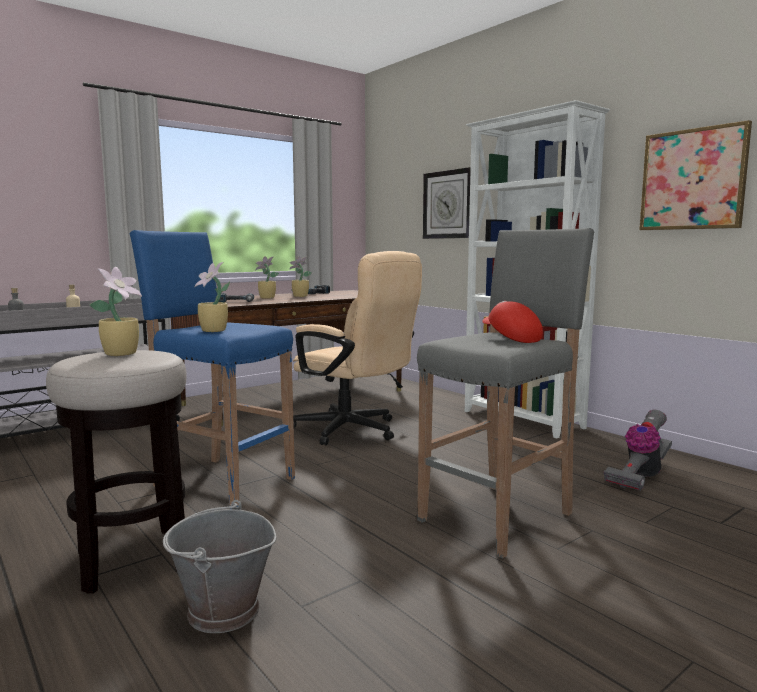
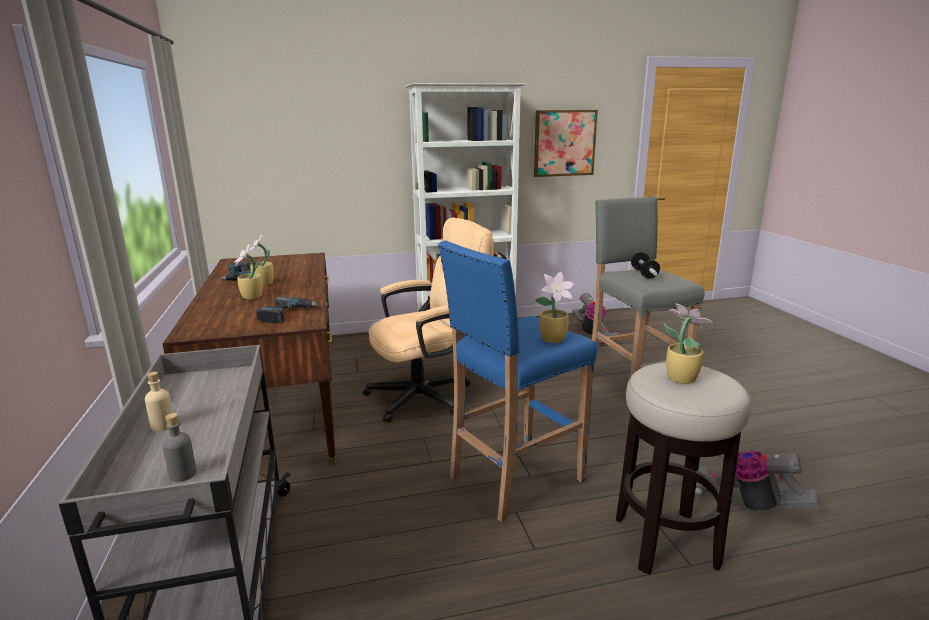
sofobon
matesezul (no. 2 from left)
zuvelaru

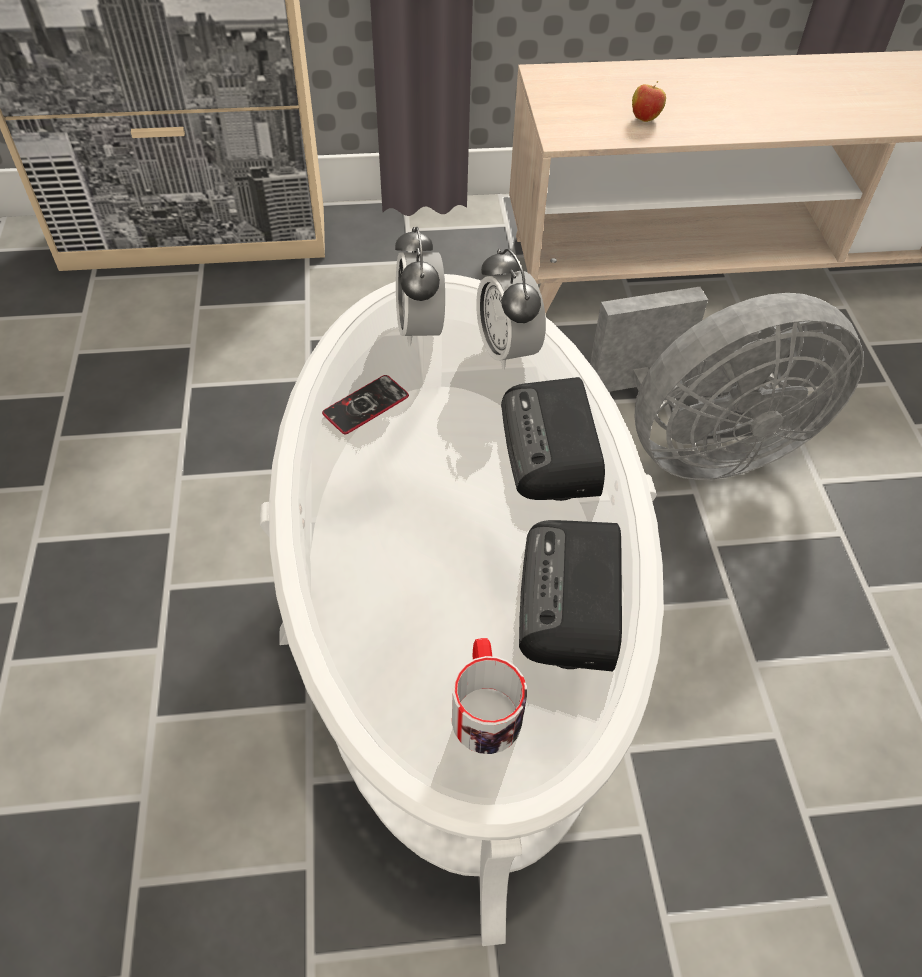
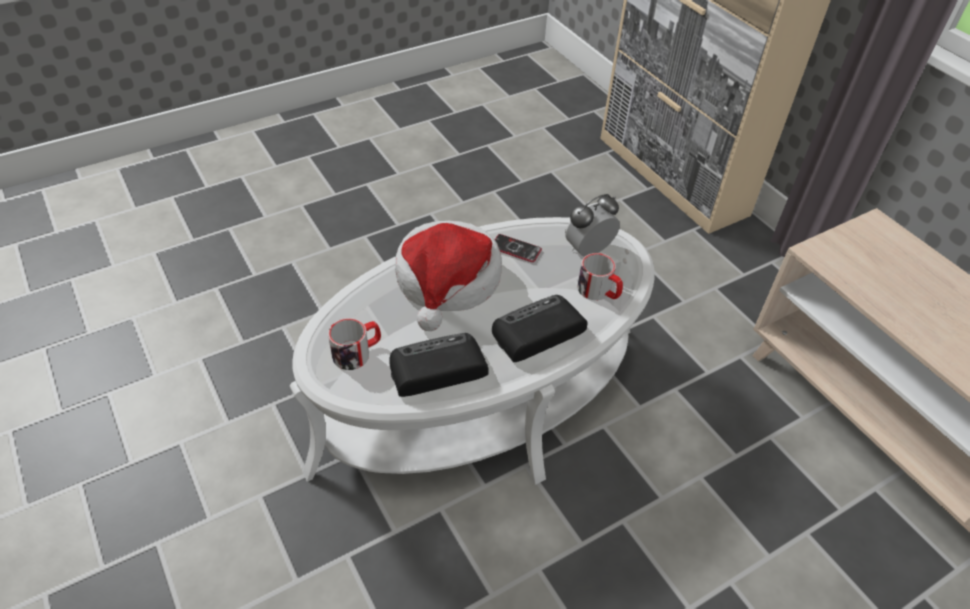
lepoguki
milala (no. 2 from left)
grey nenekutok
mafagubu

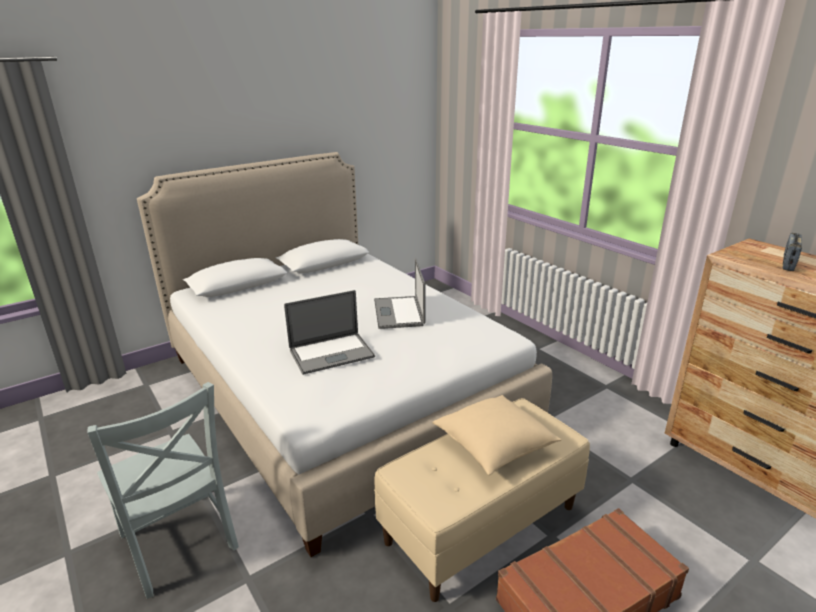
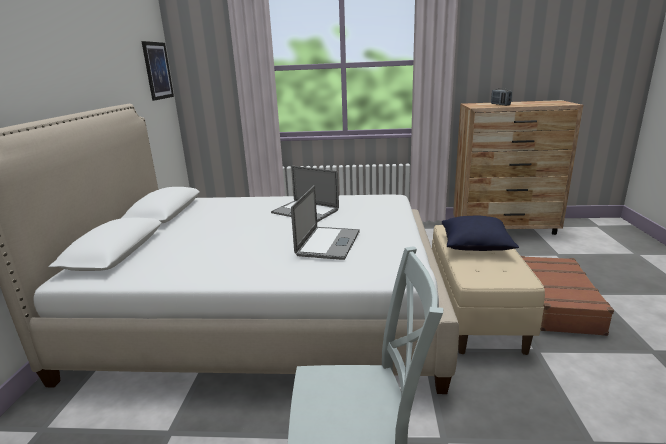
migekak
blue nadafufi

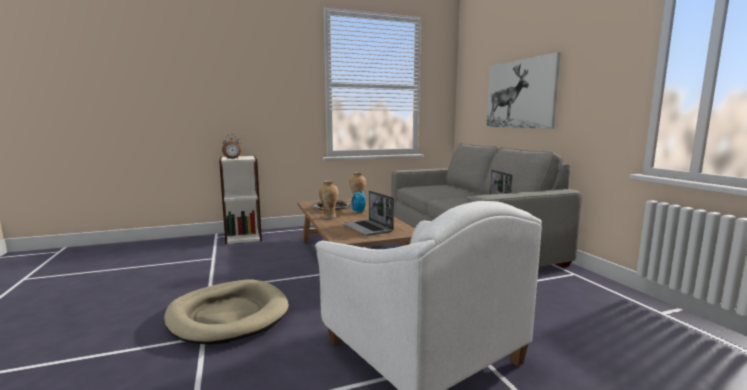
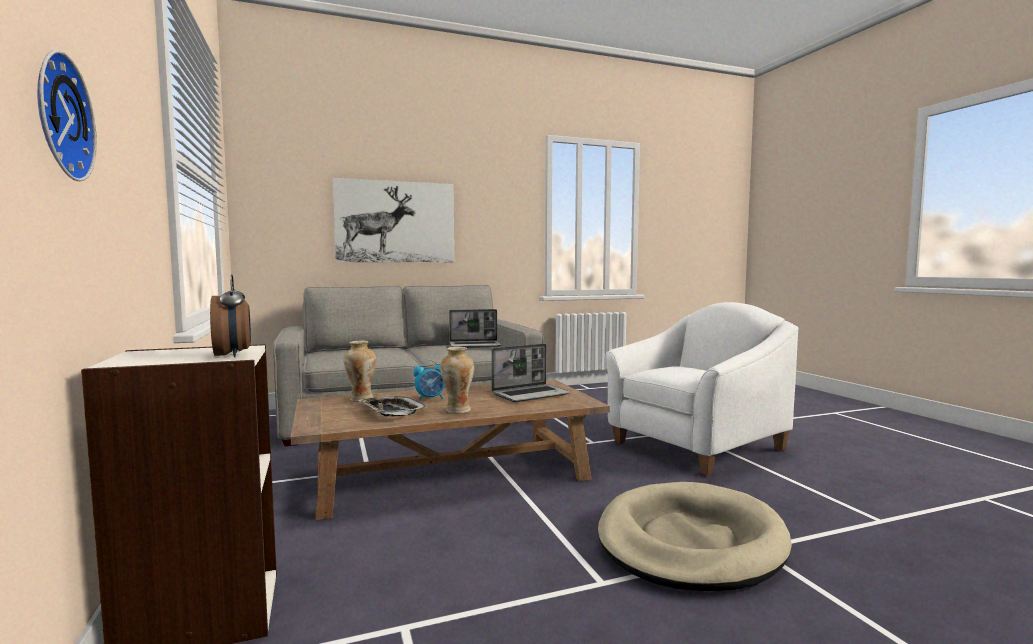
zuvelaru

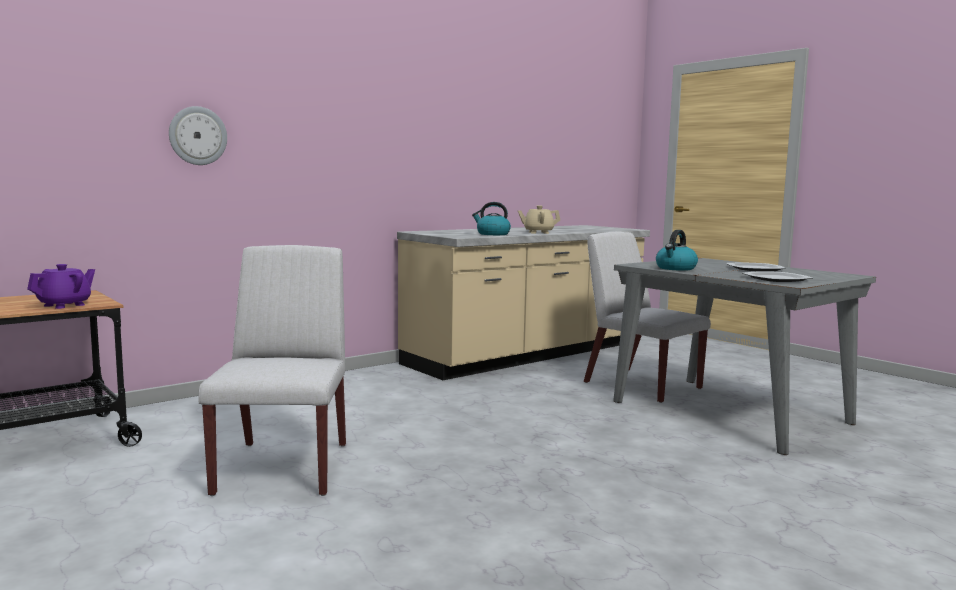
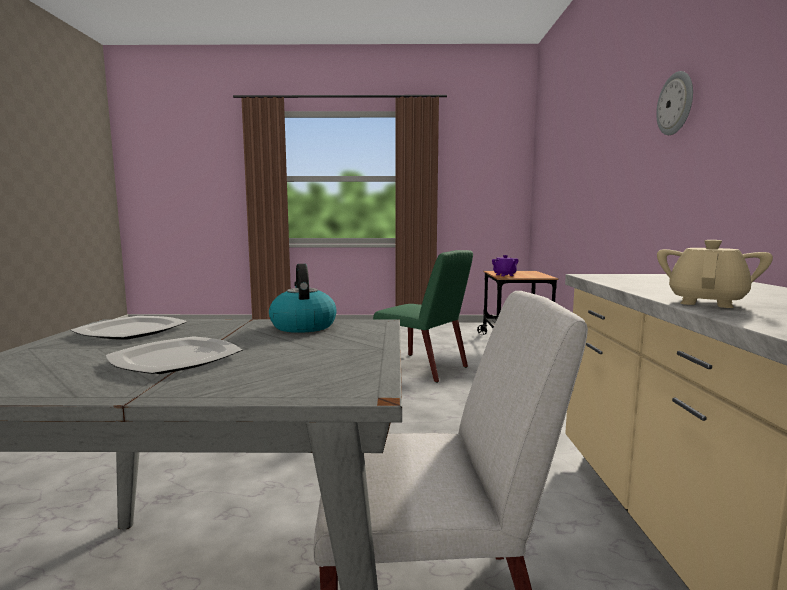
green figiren
zuvelaru
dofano (no. 1 from left in the first image)

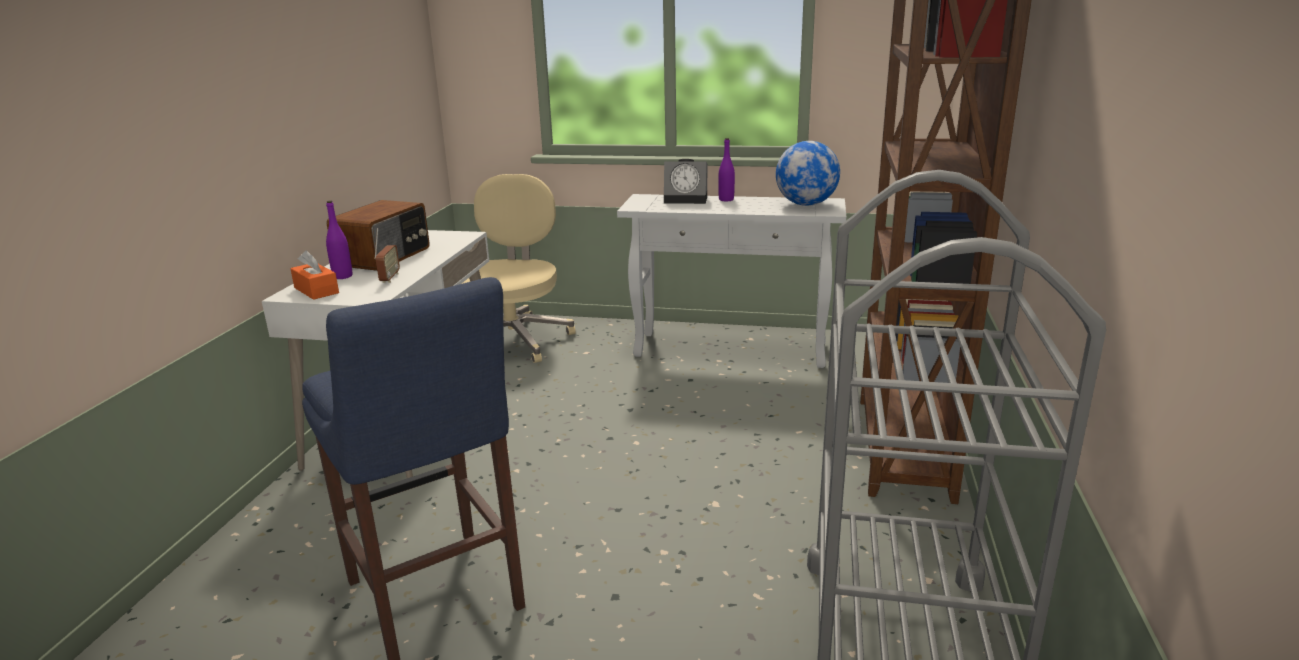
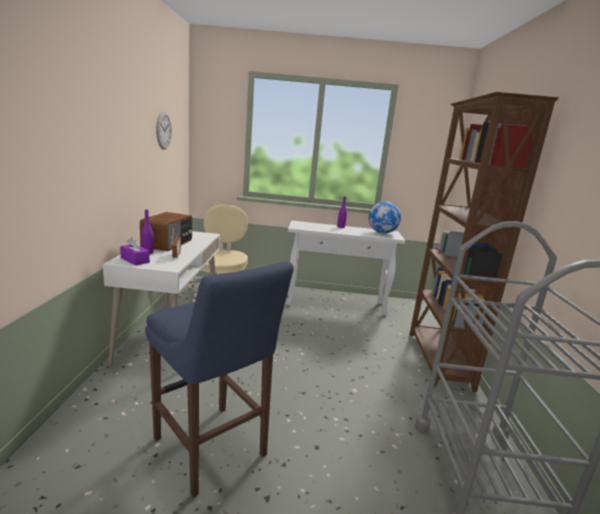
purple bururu
zuvelaru
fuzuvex

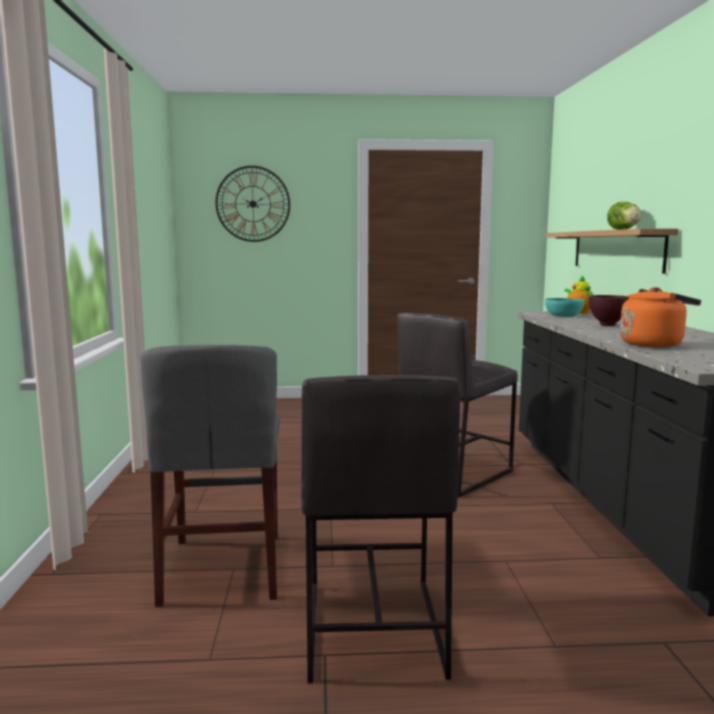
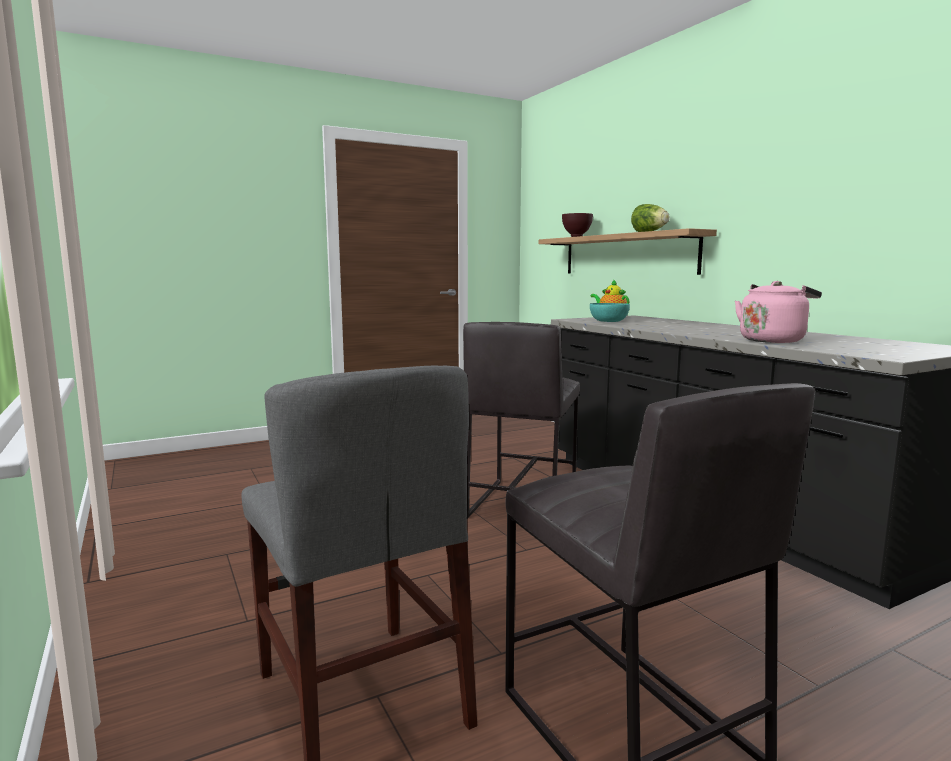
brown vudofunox
pink dofano
zuvelaru

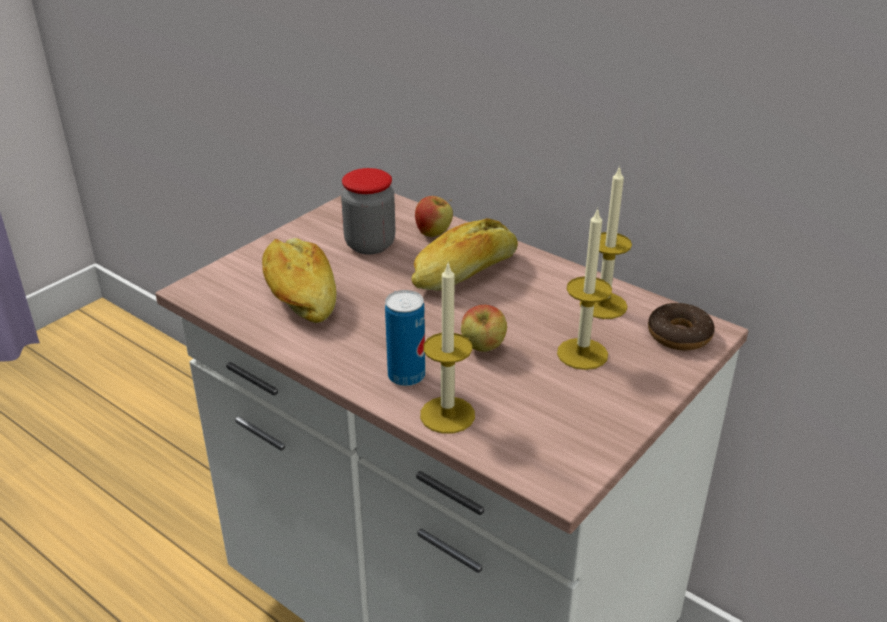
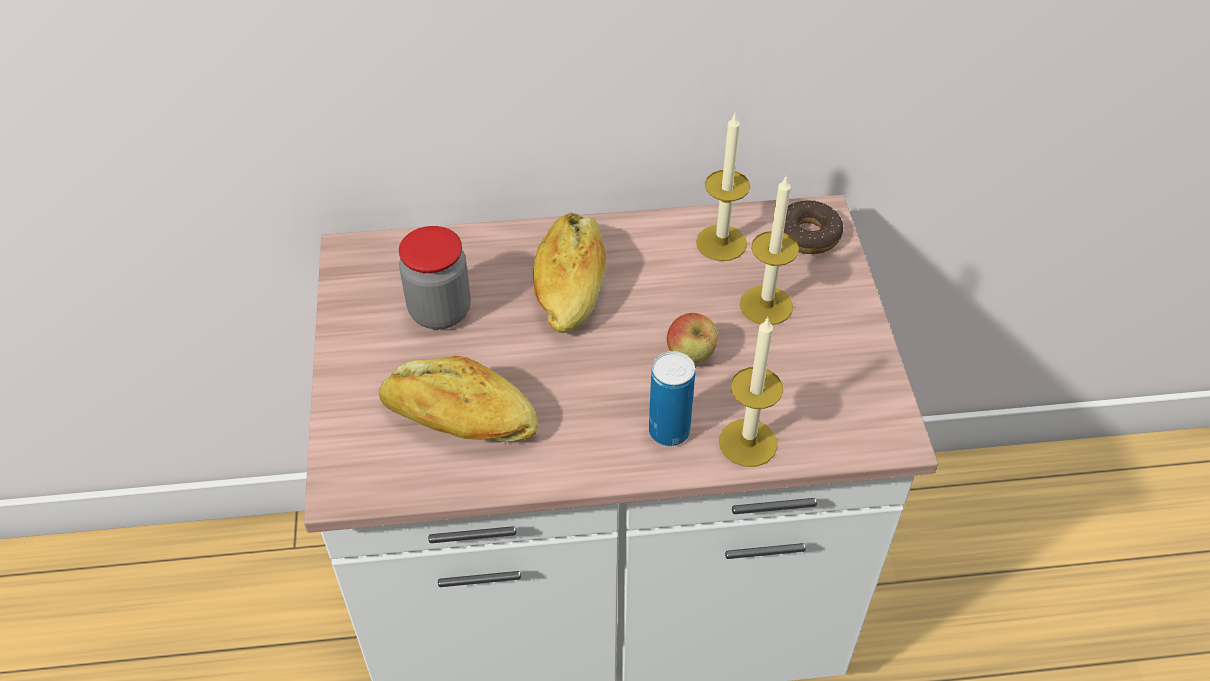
mafagubu (no. 1 from left in the first image)

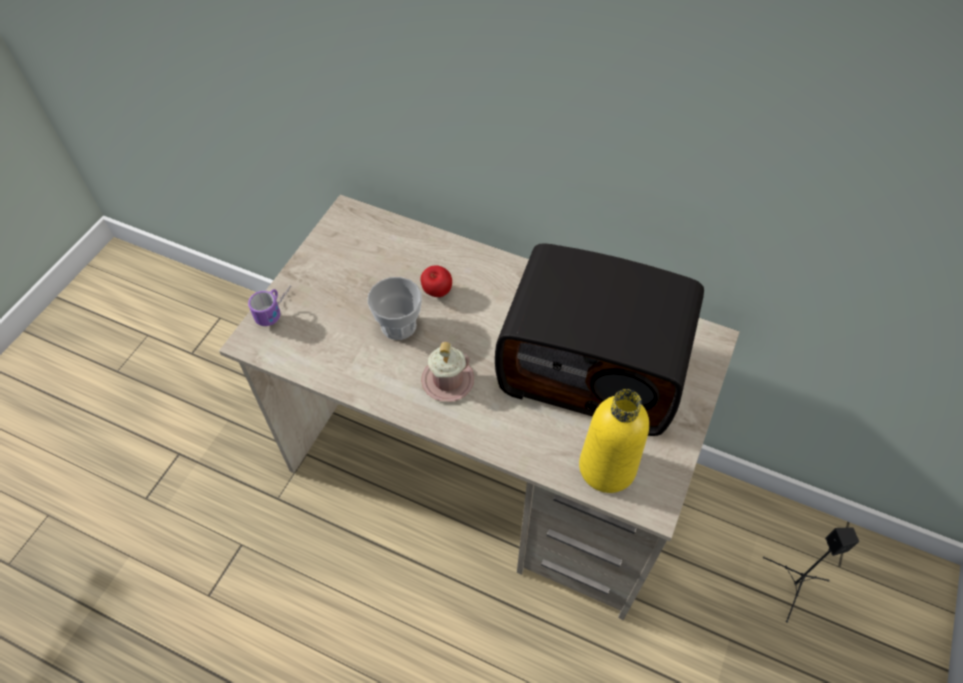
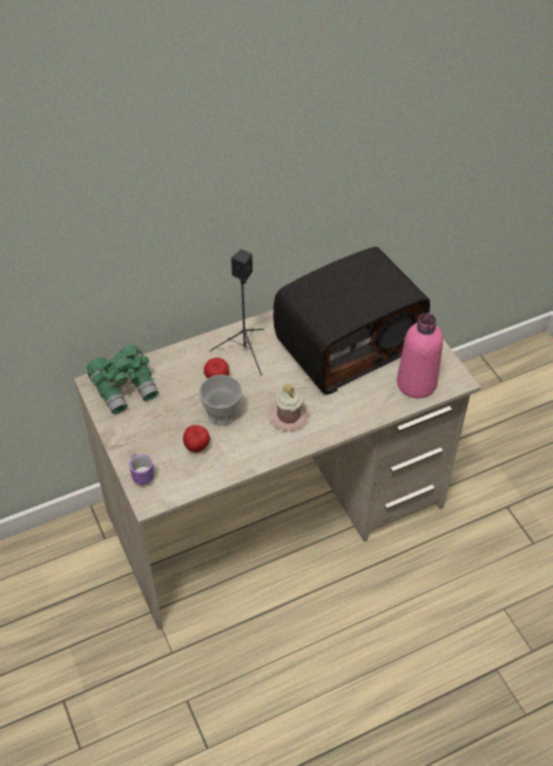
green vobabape
mafagubu (no. 1 from left)
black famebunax
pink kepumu

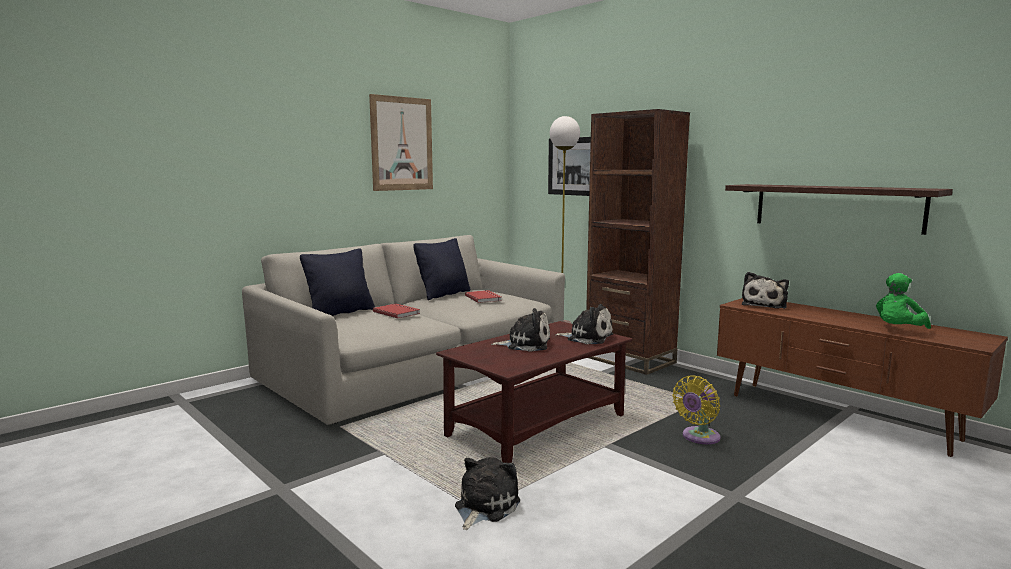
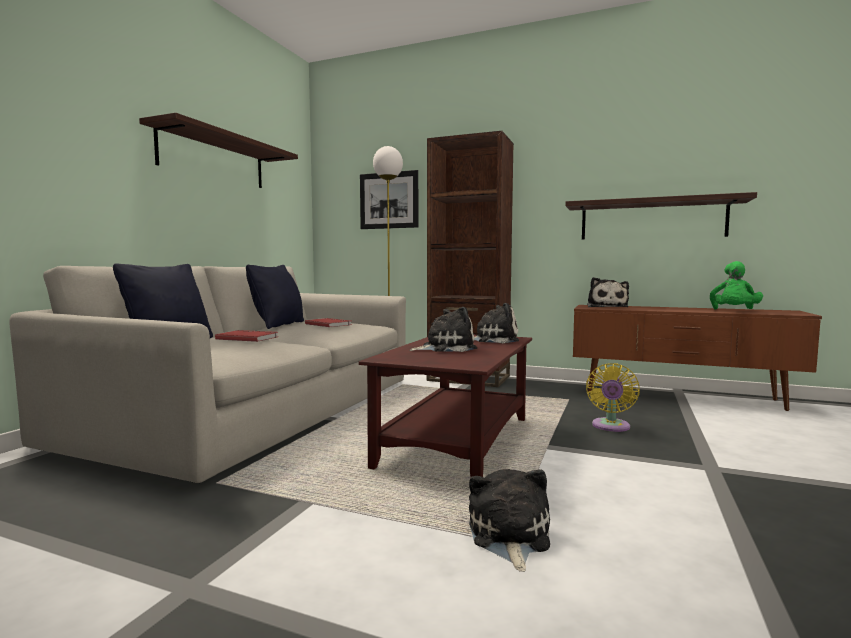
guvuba (no. 1 from left)

